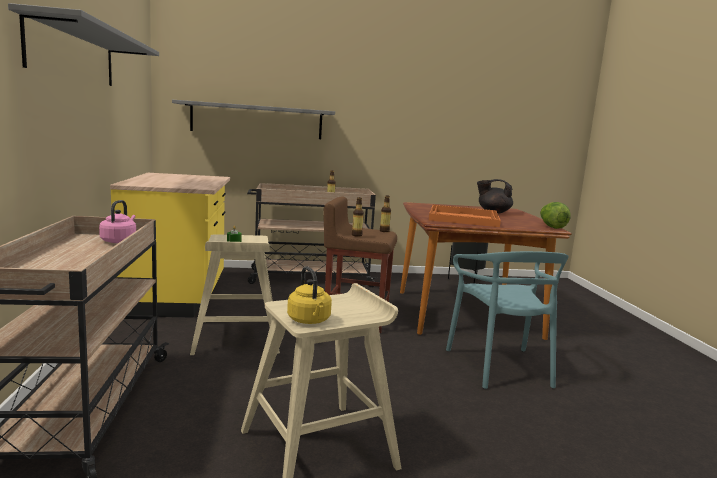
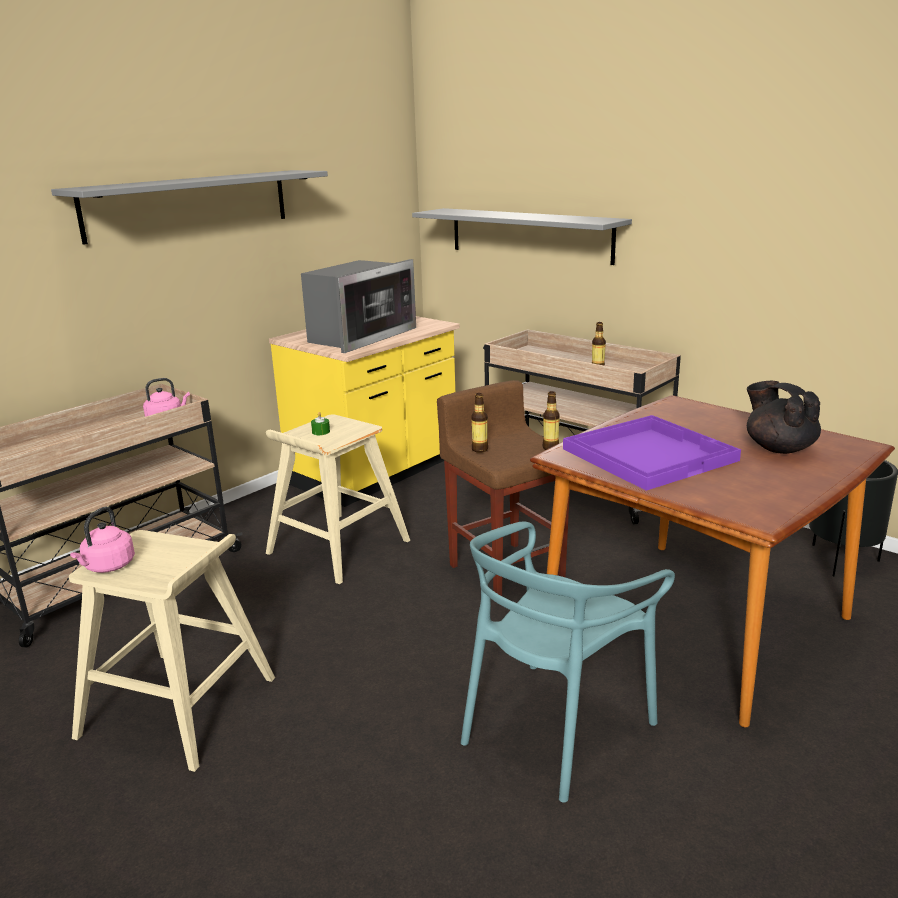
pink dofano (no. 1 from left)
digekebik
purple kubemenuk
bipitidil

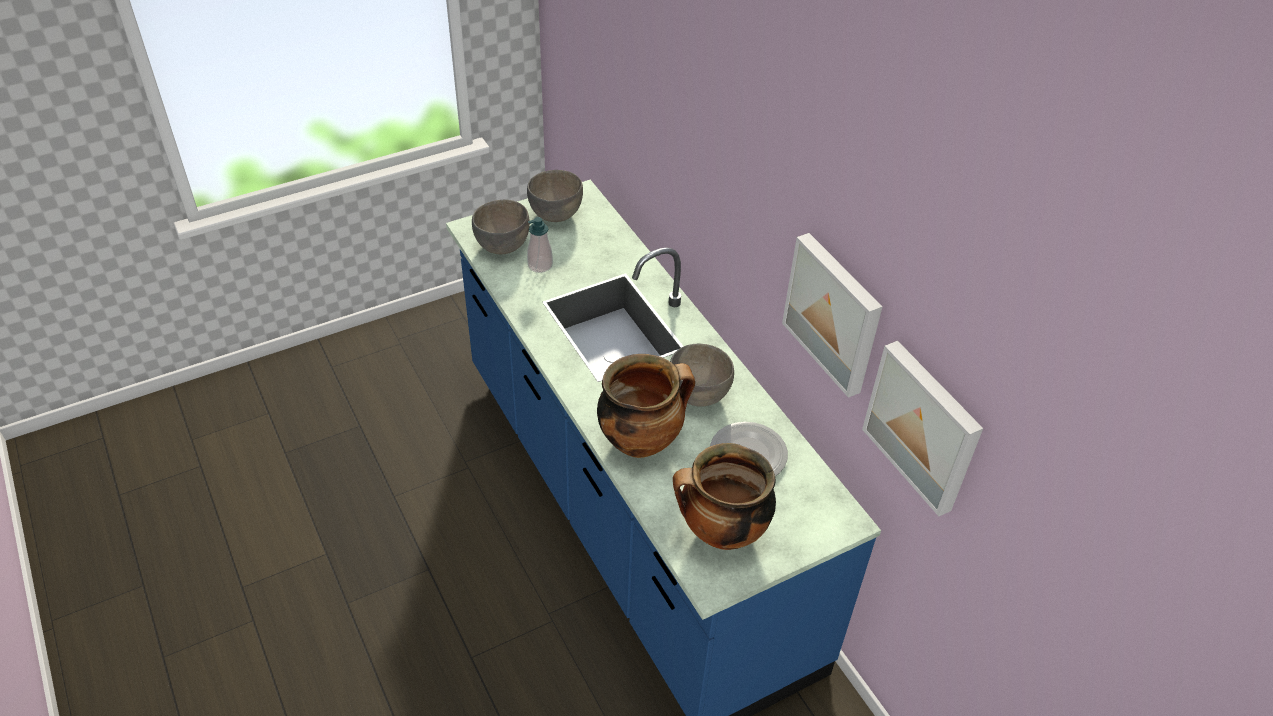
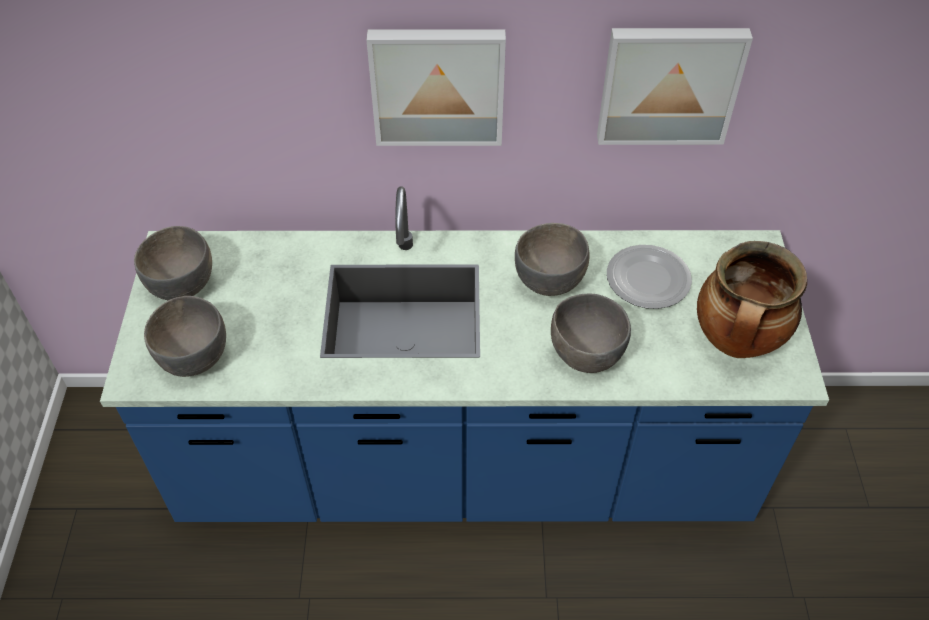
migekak (no. 1 from left)
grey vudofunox (no. 4 from left)
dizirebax

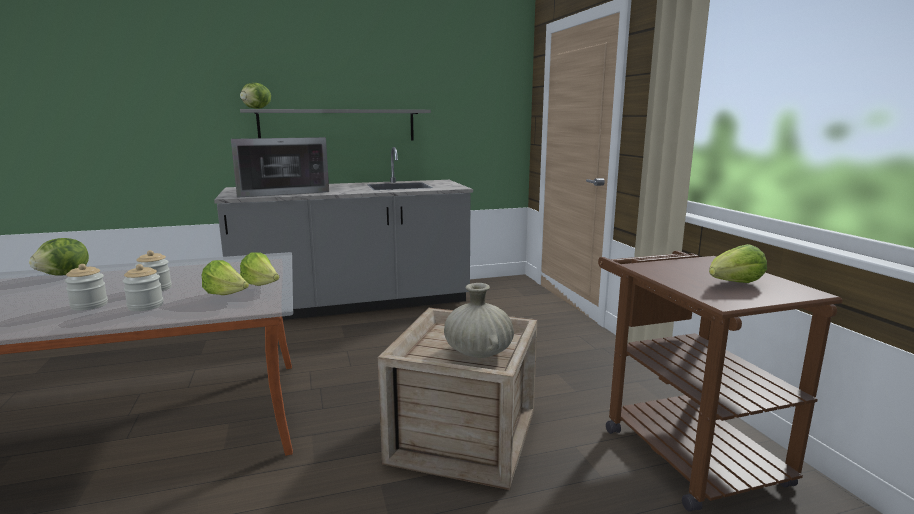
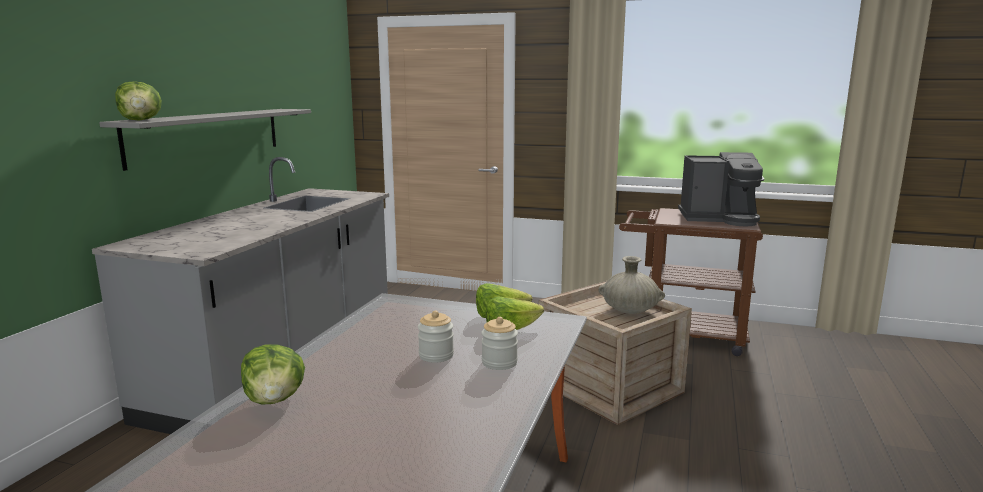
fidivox
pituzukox (no. 1 from left in the first image)
digekebik

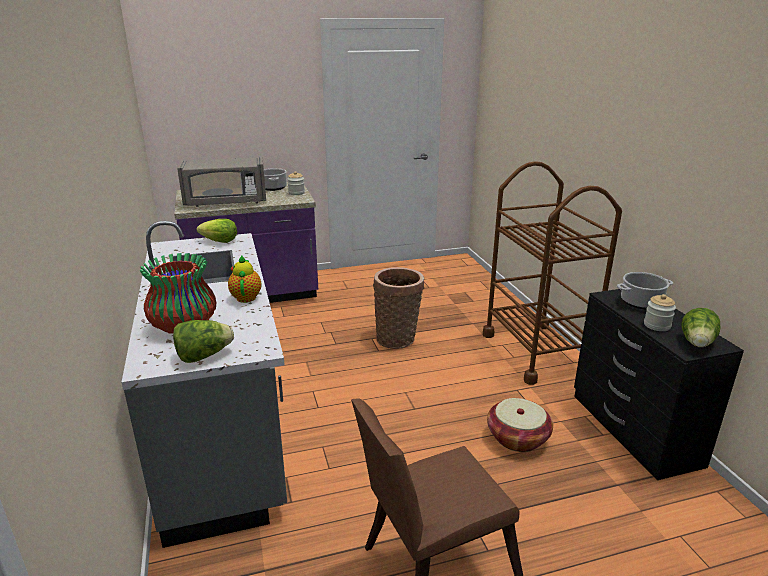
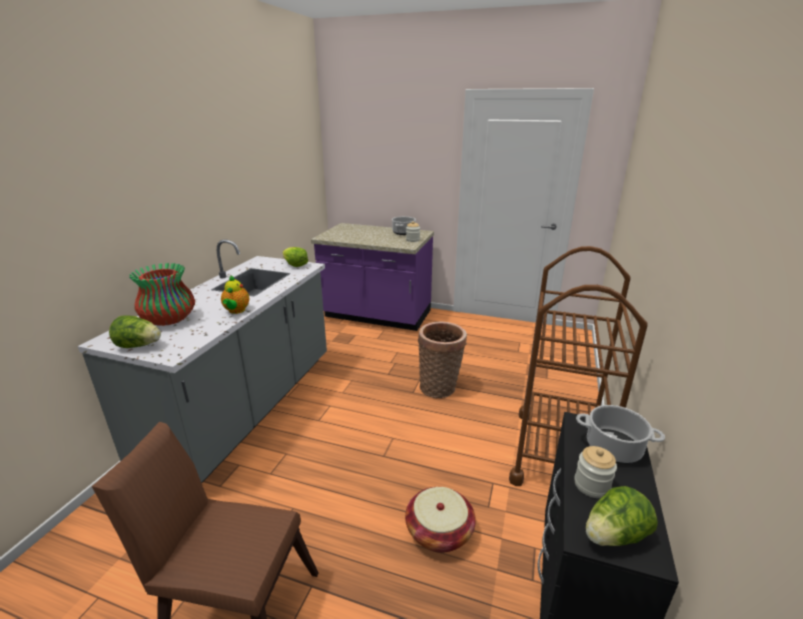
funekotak
grey digekebik

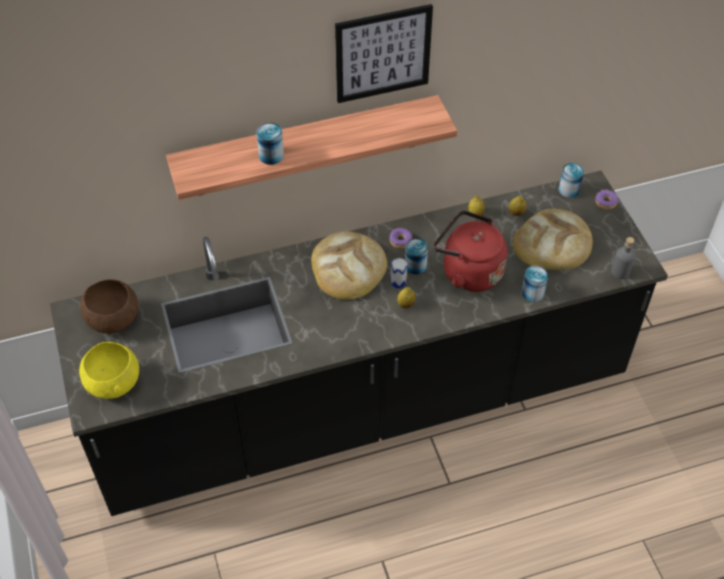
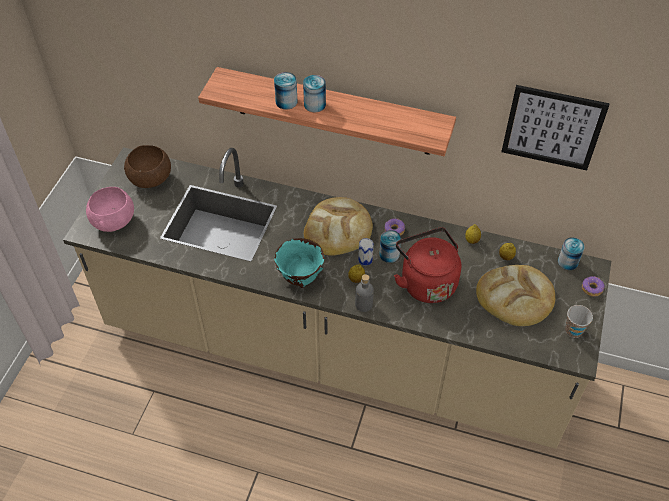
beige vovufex
pink vudofunox
turquoise vudofunox
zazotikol (no. 2 from left)
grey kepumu
migekak
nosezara

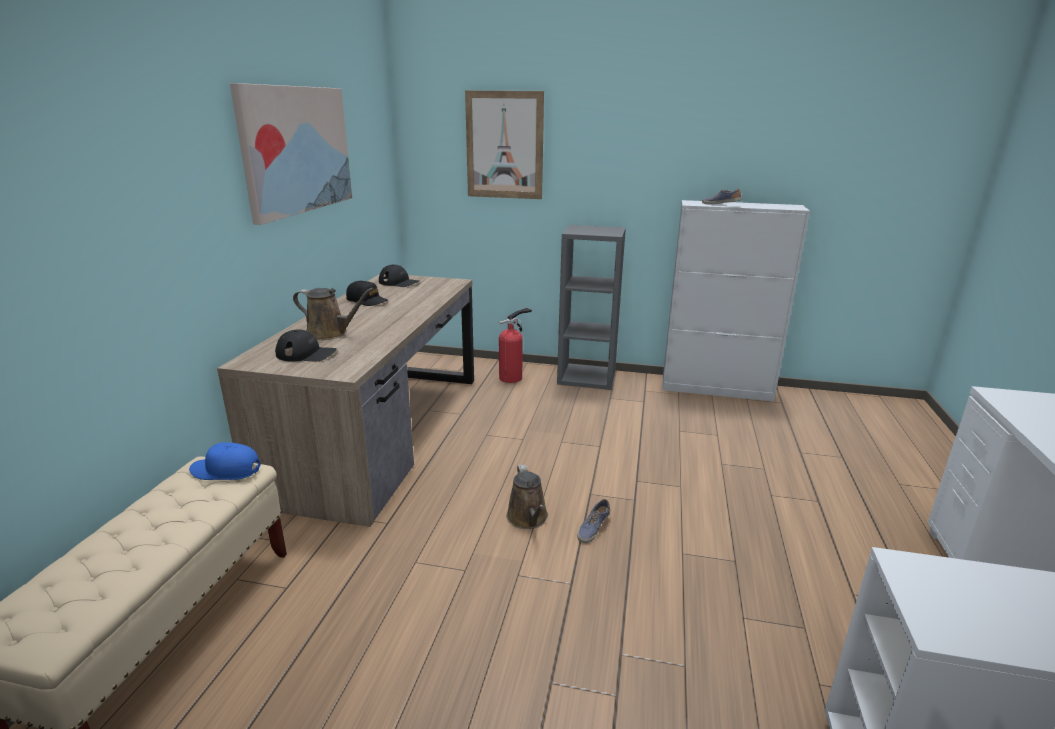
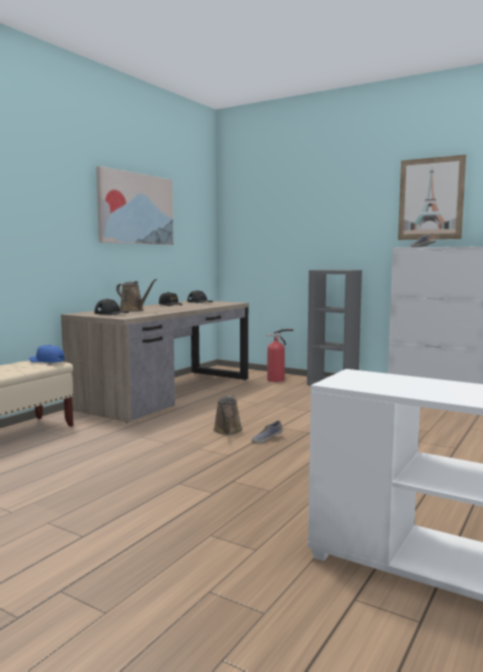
migekak (no. 2 from left)

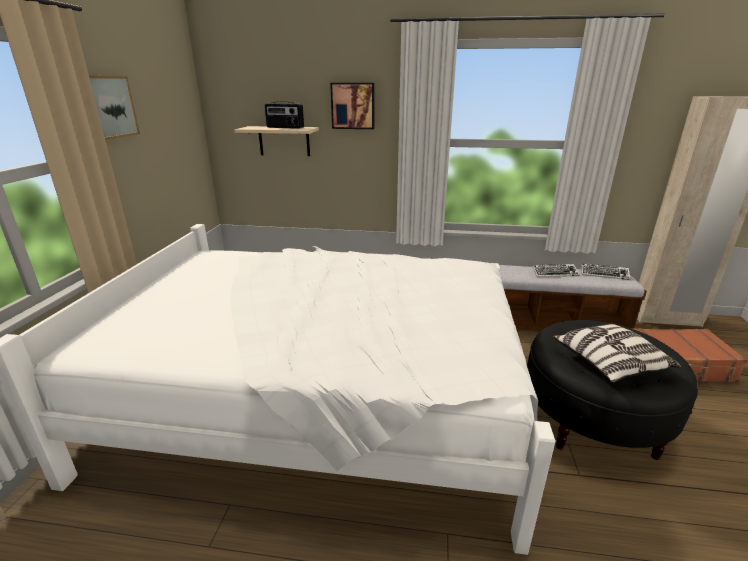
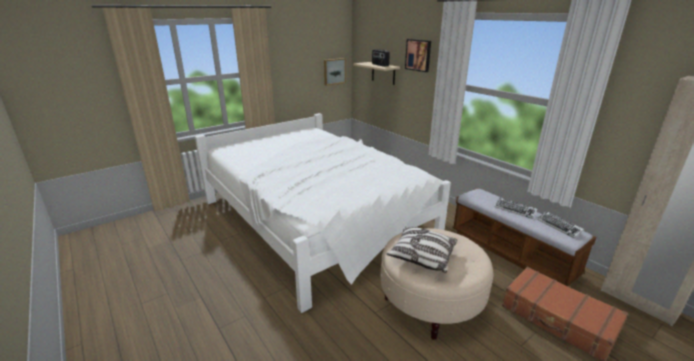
migekak (no. 1 from left)
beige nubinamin

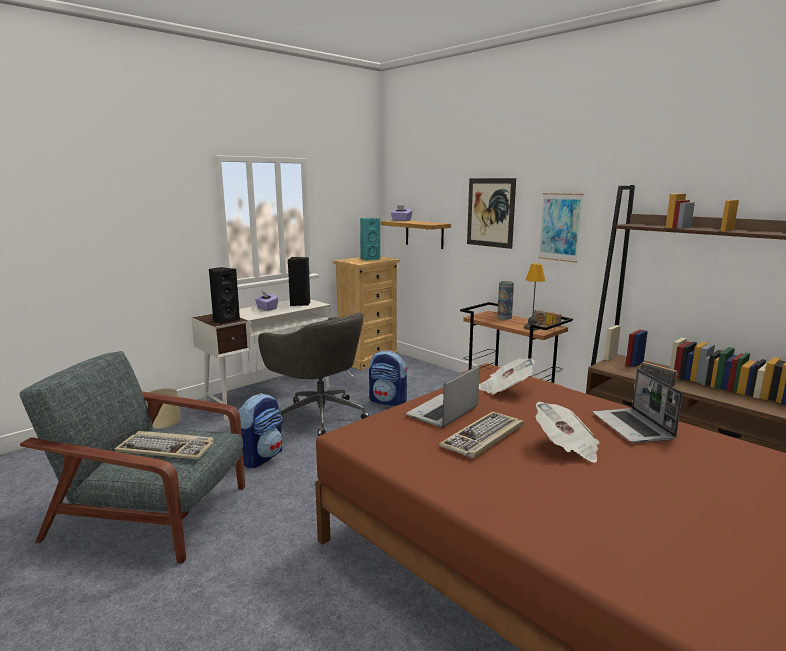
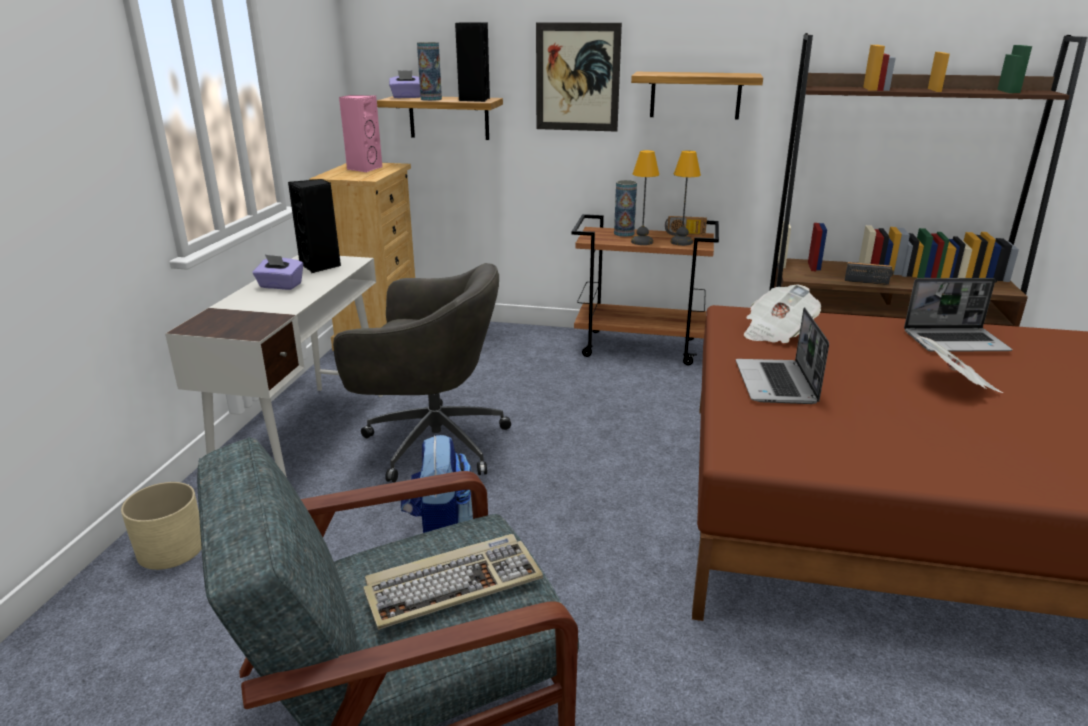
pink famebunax
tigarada (no. 1 from left)
black famebunax (no. 2 from left)
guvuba (no. 2 from left)
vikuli (no. 1 from left)
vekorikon (no. 2 from left)
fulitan (no. 2 from left in the first image)
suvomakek (no. 2 from left in the first image)

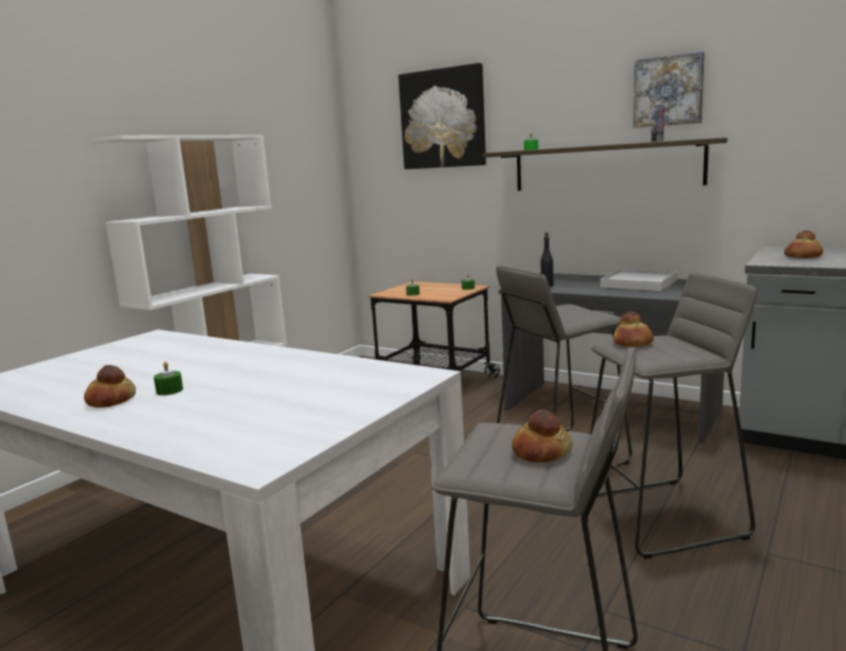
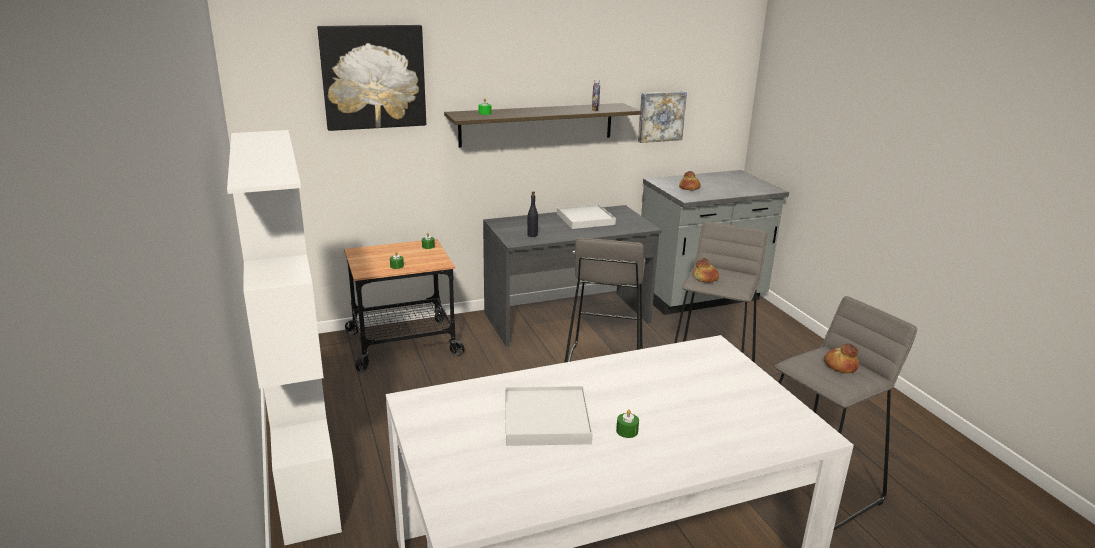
white kubemenuk (no. 1 from left)
migekak (no. 2 from left)
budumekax (no. 1 from left in the first image)

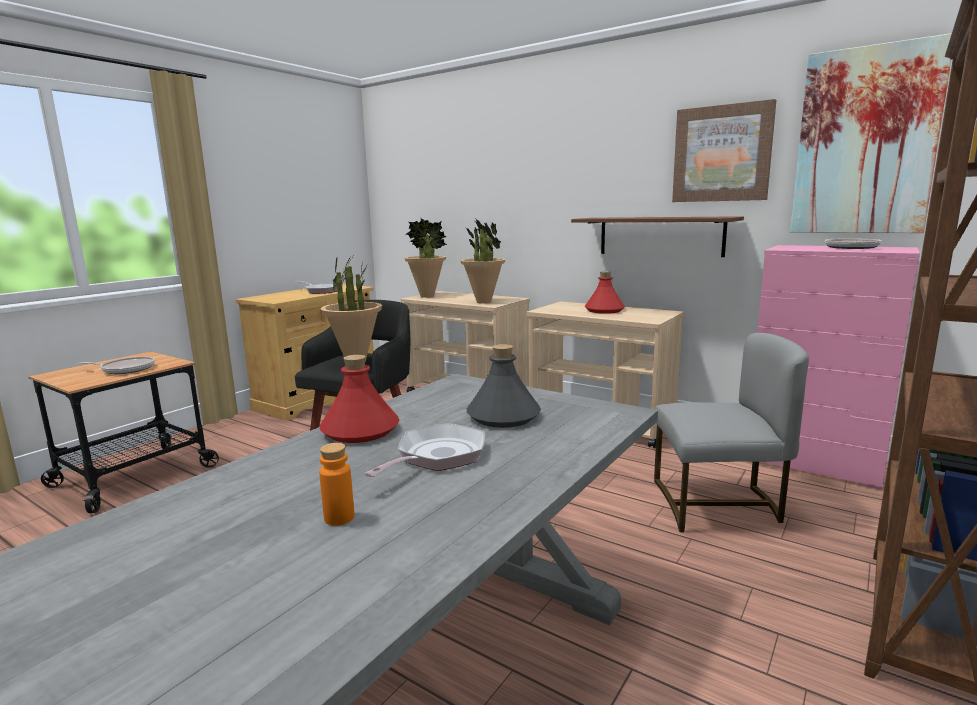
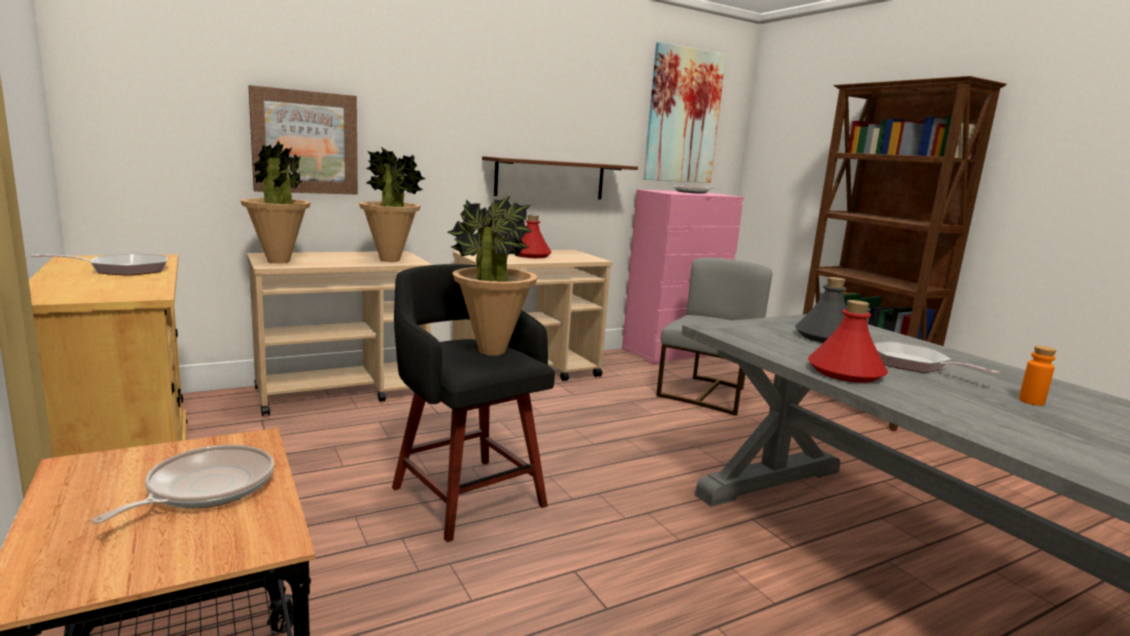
migekak (no. 1 from left)

